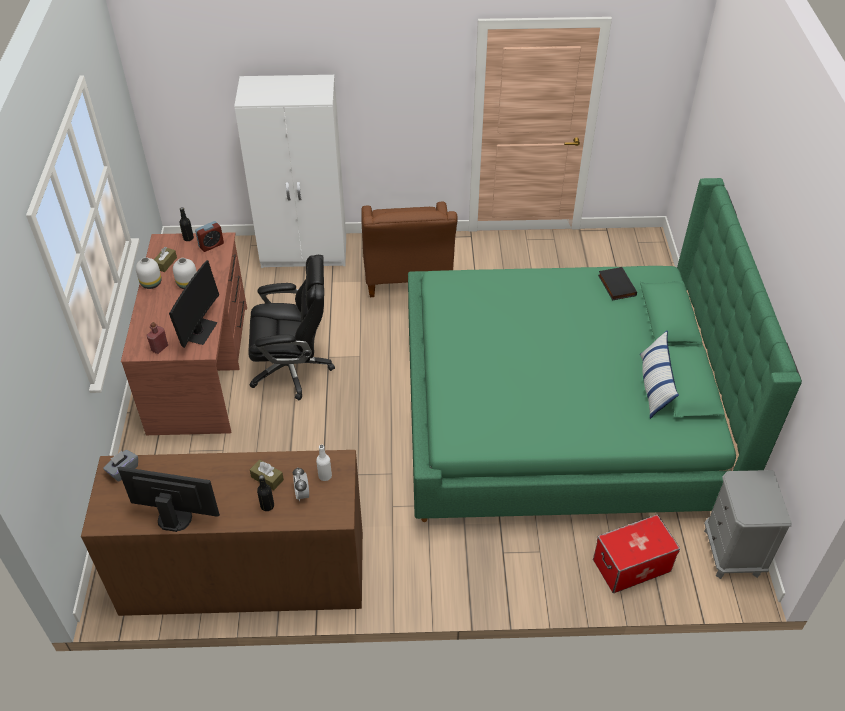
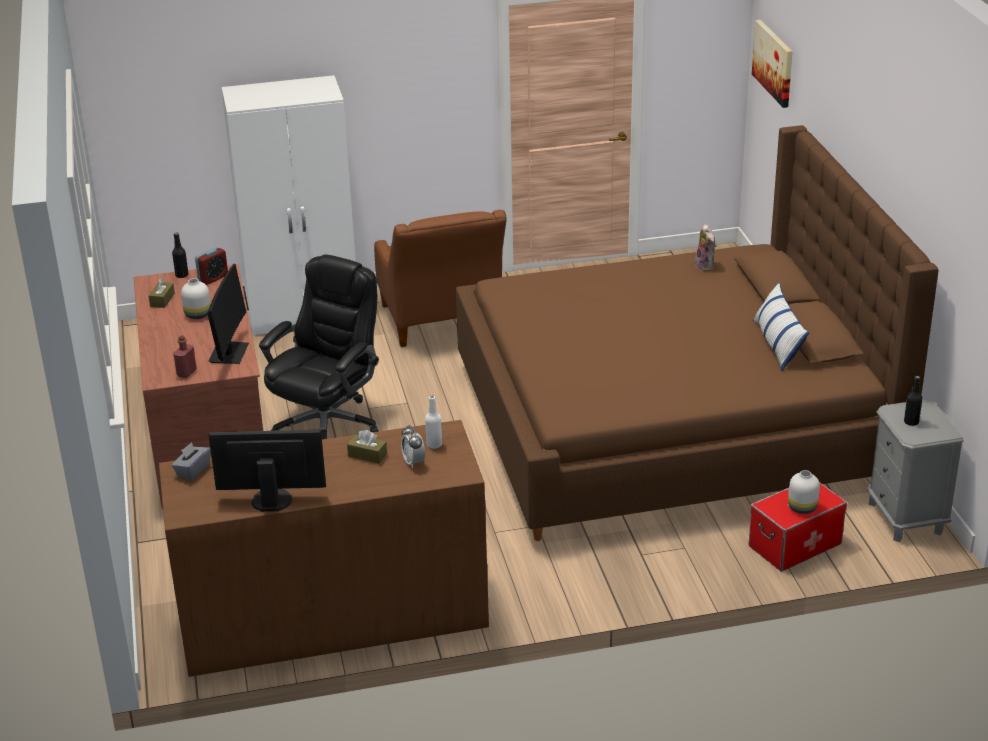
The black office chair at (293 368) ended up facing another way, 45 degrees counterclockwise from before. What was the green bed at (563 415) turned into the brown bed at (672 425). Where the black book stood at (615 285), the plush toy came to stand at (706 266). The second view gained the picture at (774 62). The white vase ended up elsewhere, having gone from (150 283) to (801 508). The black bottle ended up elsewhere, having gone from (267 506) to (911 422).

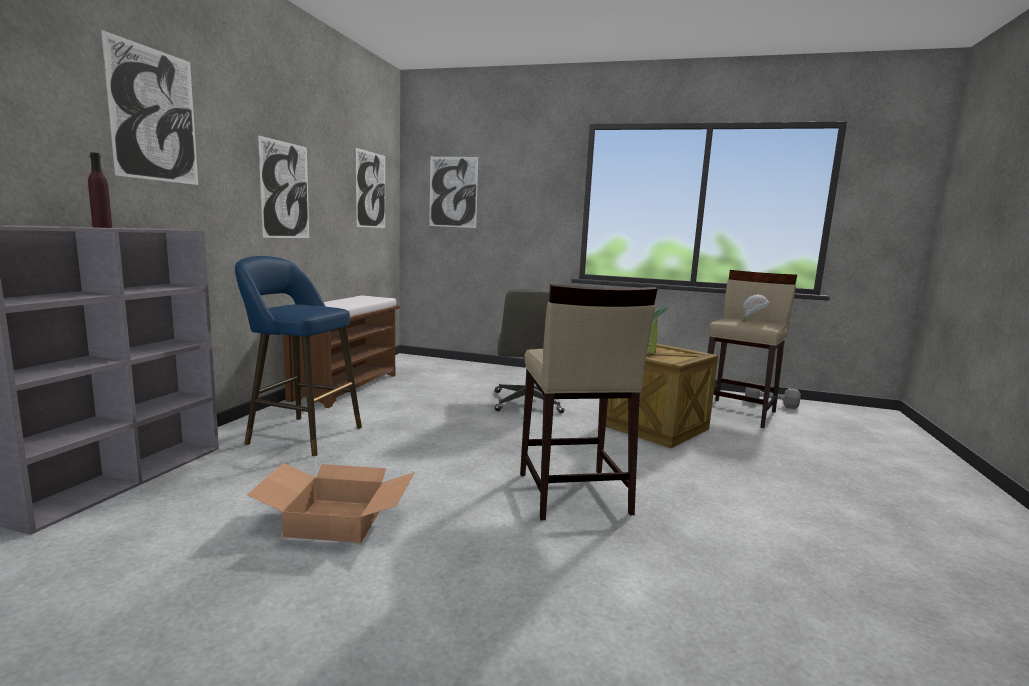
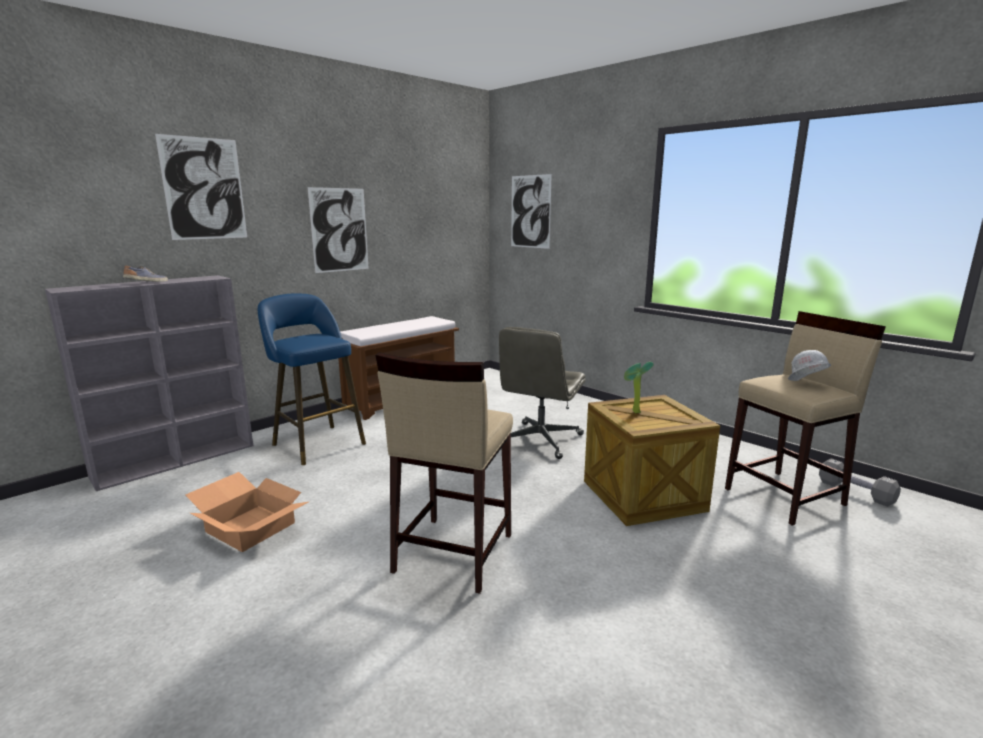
Where the purple bottle stood at (102 227), the shoe came to stand at (147 283). The second view lost the picture at (371 190).

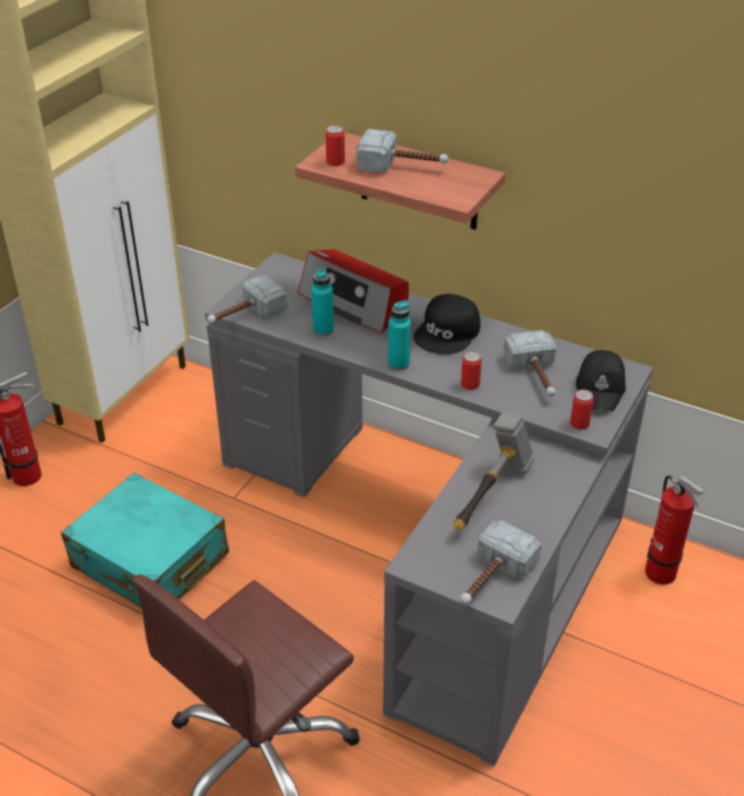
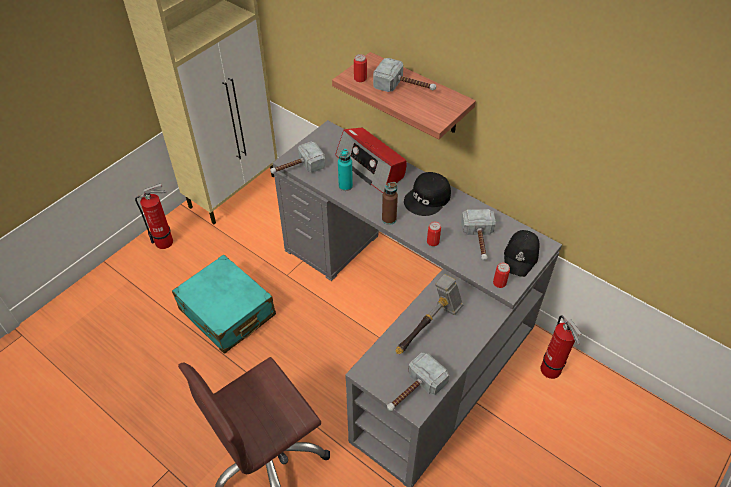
What was the turquoise bottle at (398 364) turned into the brown bottle at (389 219).

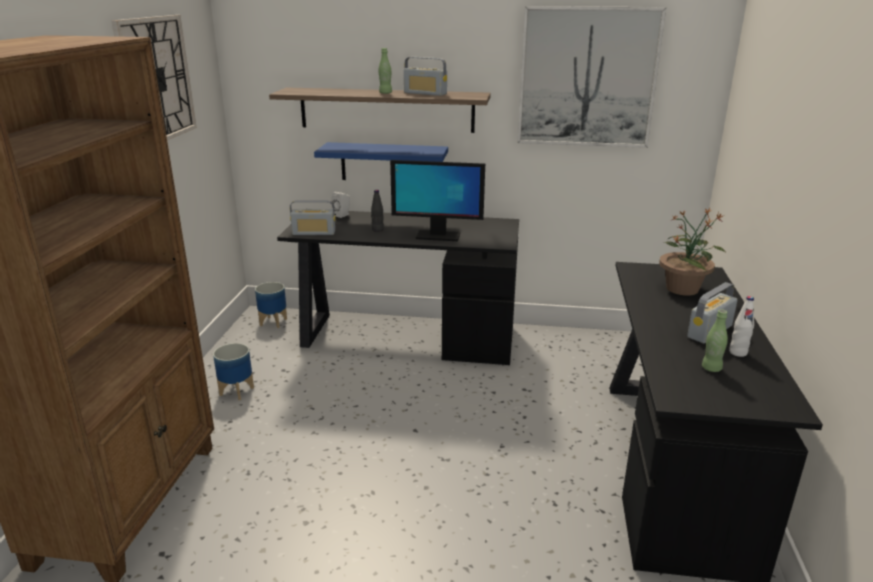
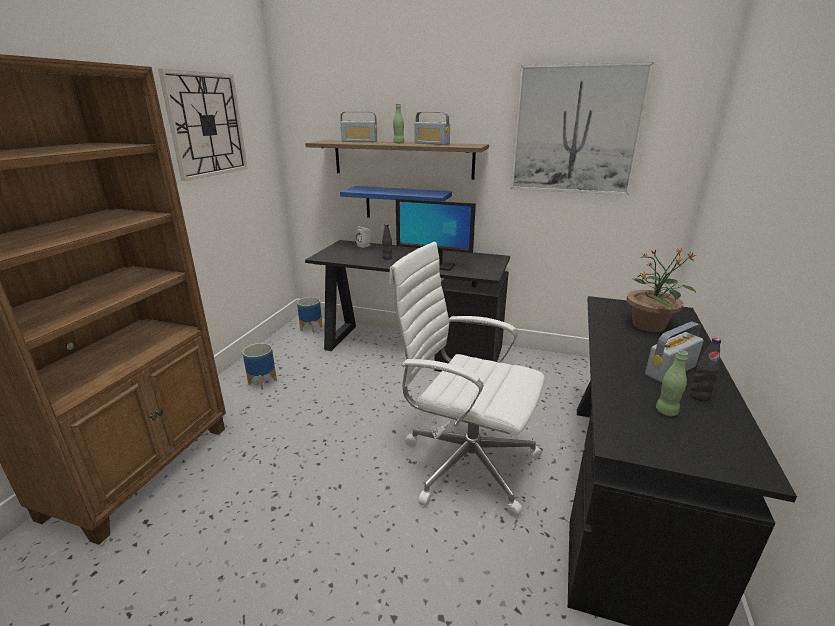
The radio ended up elsewhere, having gone from (314 233) to (359 141). The second view gained the white office chair at (465 462). What was the white bottle at (738 352) turned into the black bottle at (699 396).

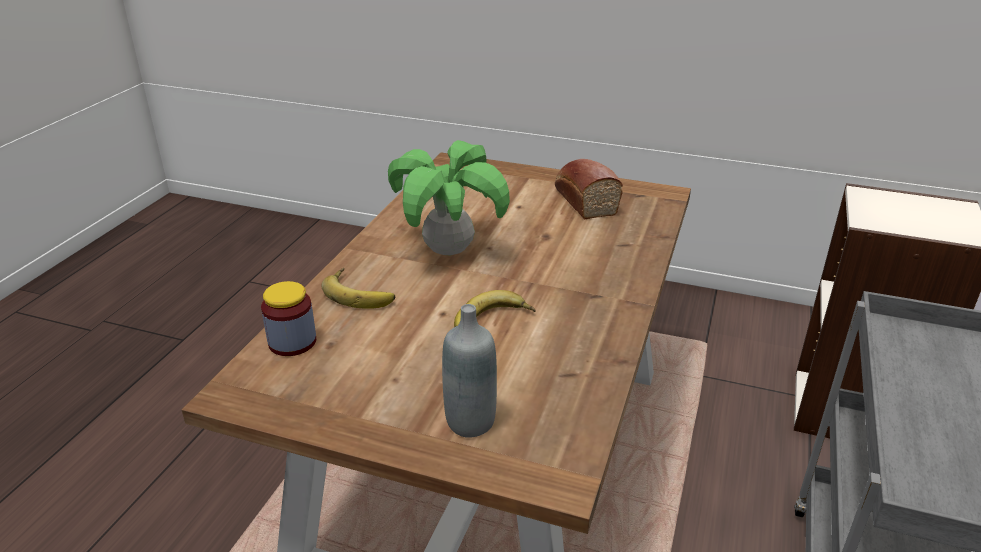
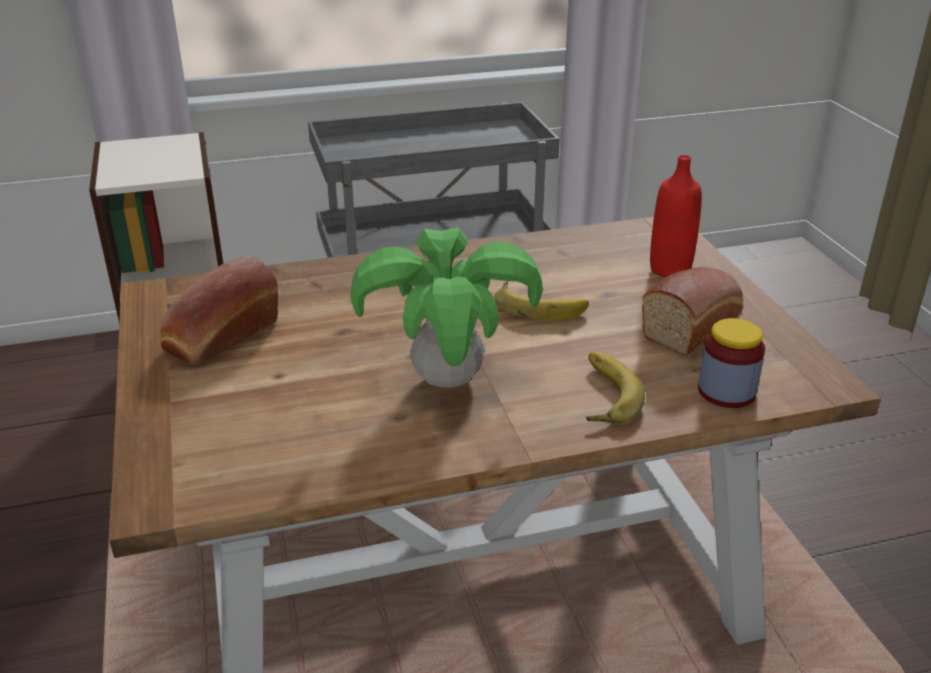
The second view gained the bread at (694 325). What was the grey bottle at (470 422) turned into the red bottle at (670 269).

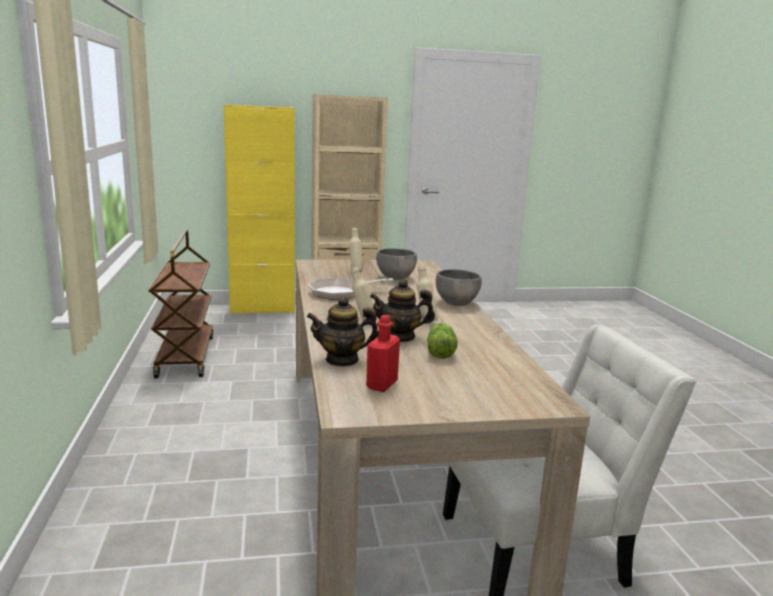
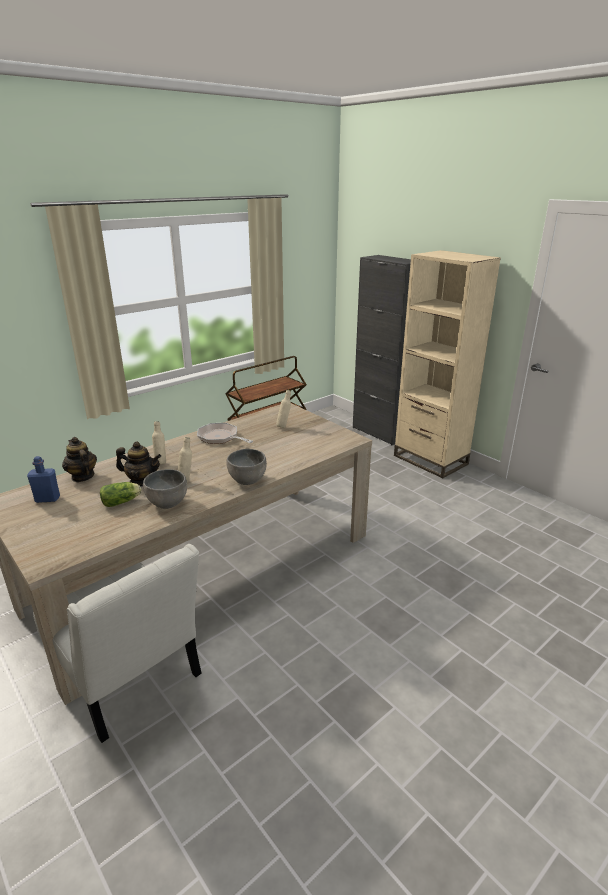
What was the red bottle at (382 385) turned into the blue bottle at (47 499). The teapot at (400 336) ended up facing another way, 135 degrees clockwise from before. The grey bowl ended up elsewhere, having gone from (396 277) to (167 503). What was the yellow cabinet at (262 309) turned into the black cabinet at (379 433).

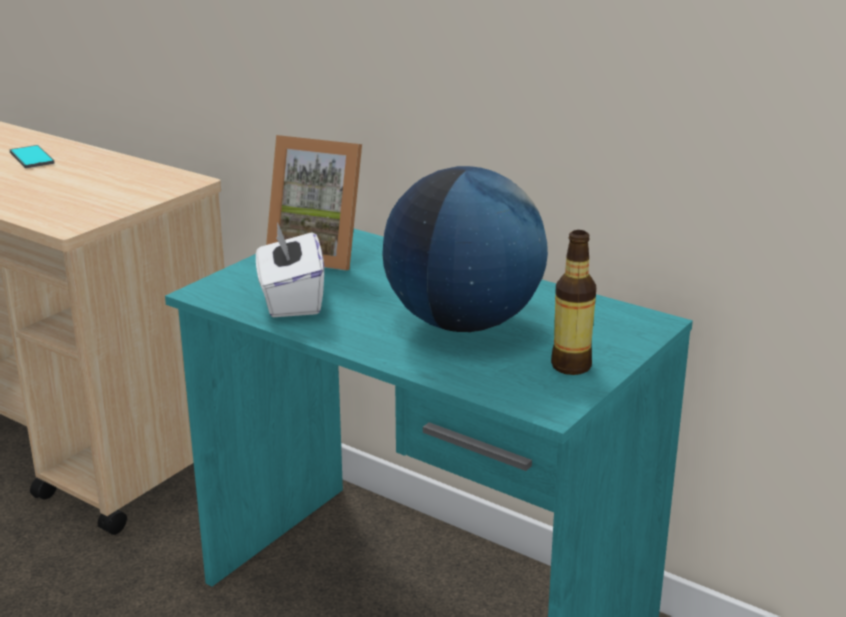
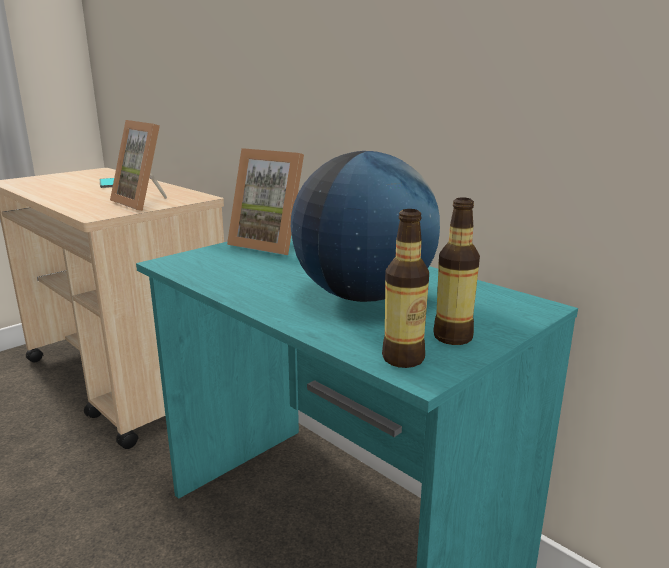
The second view gained the picture frame at (146 203). The second view gained the bottle at (403 358). The second view lost the white tissue box at (291 300).

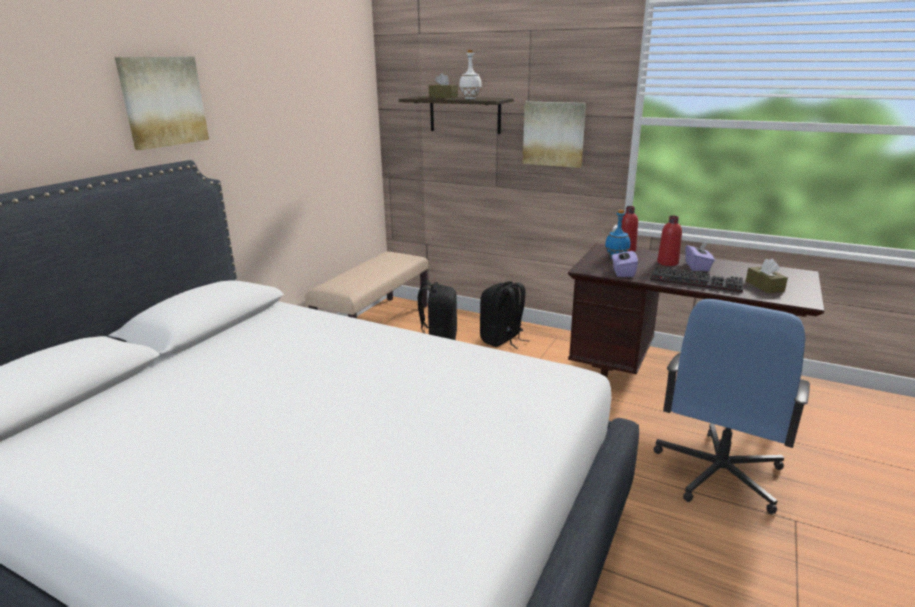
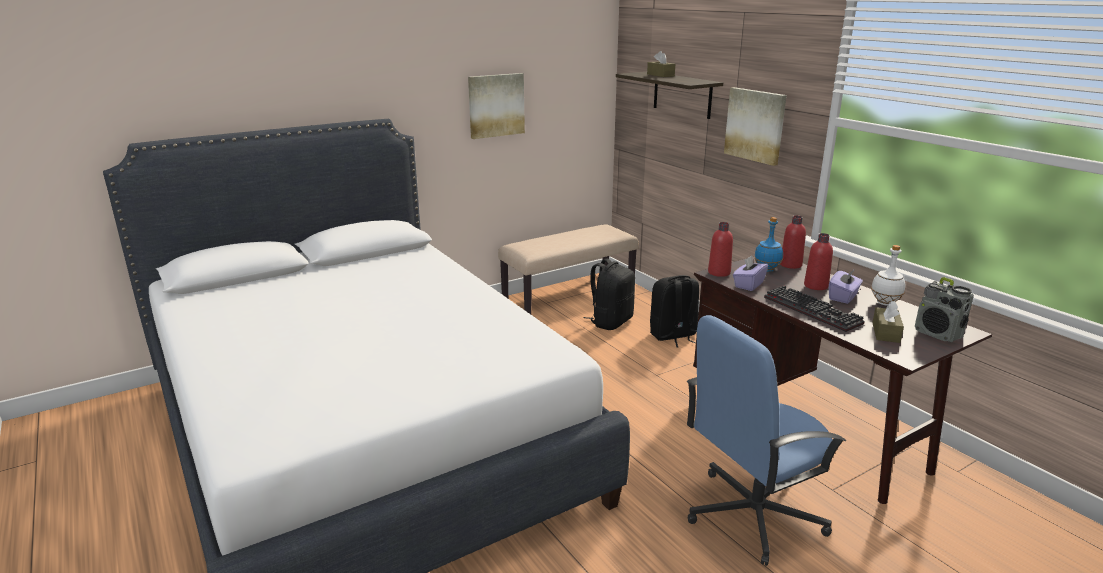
The picture ended up elsewhere, having gone from (163 101) to (496 105). The second view gained the red bottle at (719 272). The white bottle ended up elsewhere, having gone from (470 98) to (884 303). The second view gained the radio at (938 334).

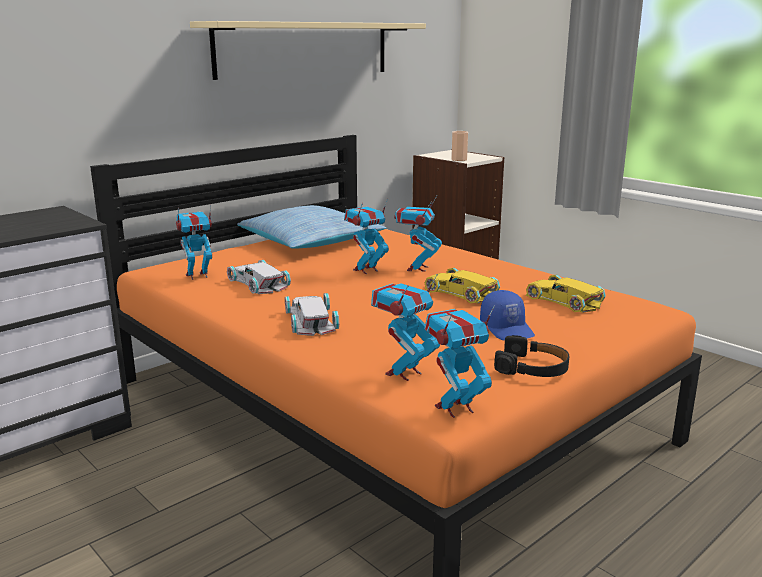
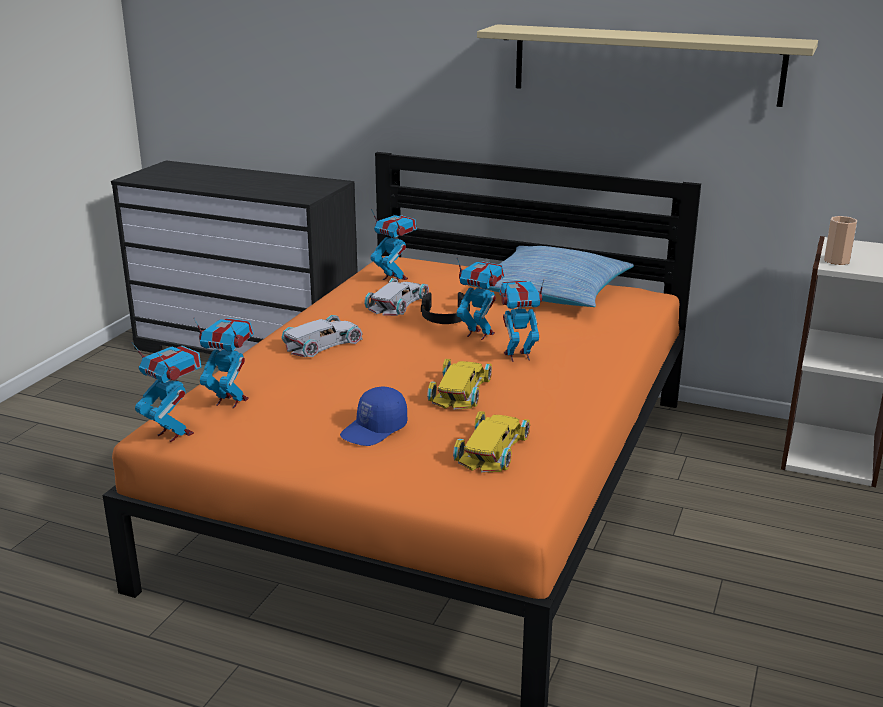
The black headphones ended up elsewhere, having gone from (532 368) to (445 317).

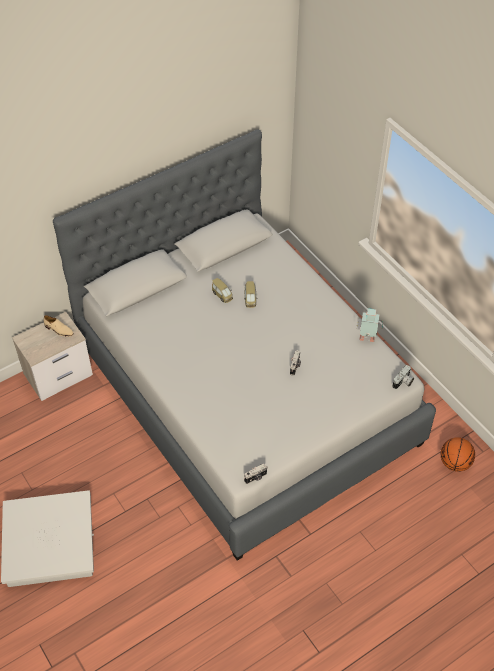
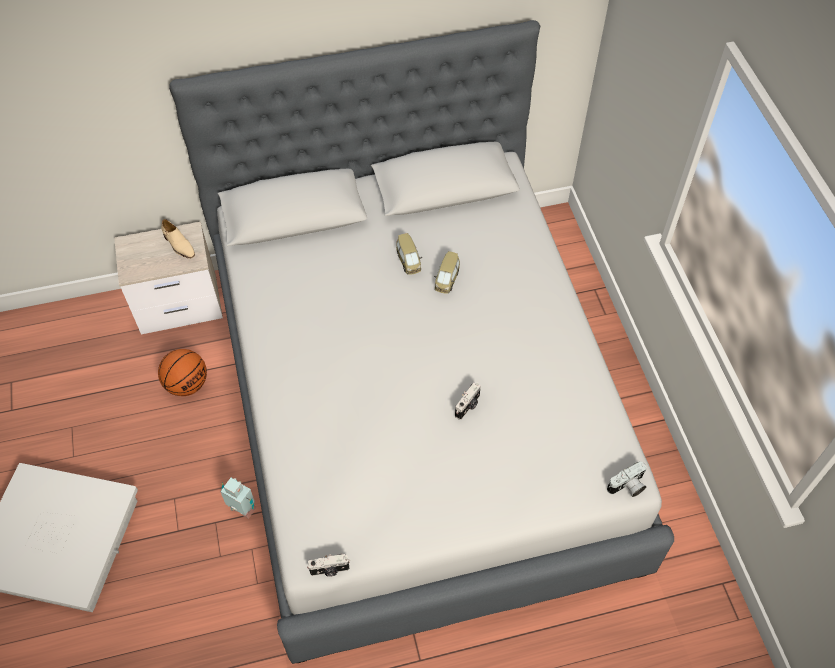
The basketball ended up elsewhere, having gone from (454 463) to (187 384). The toy robot ended up elsewhere, having gone from (367 339) to (243 510).

